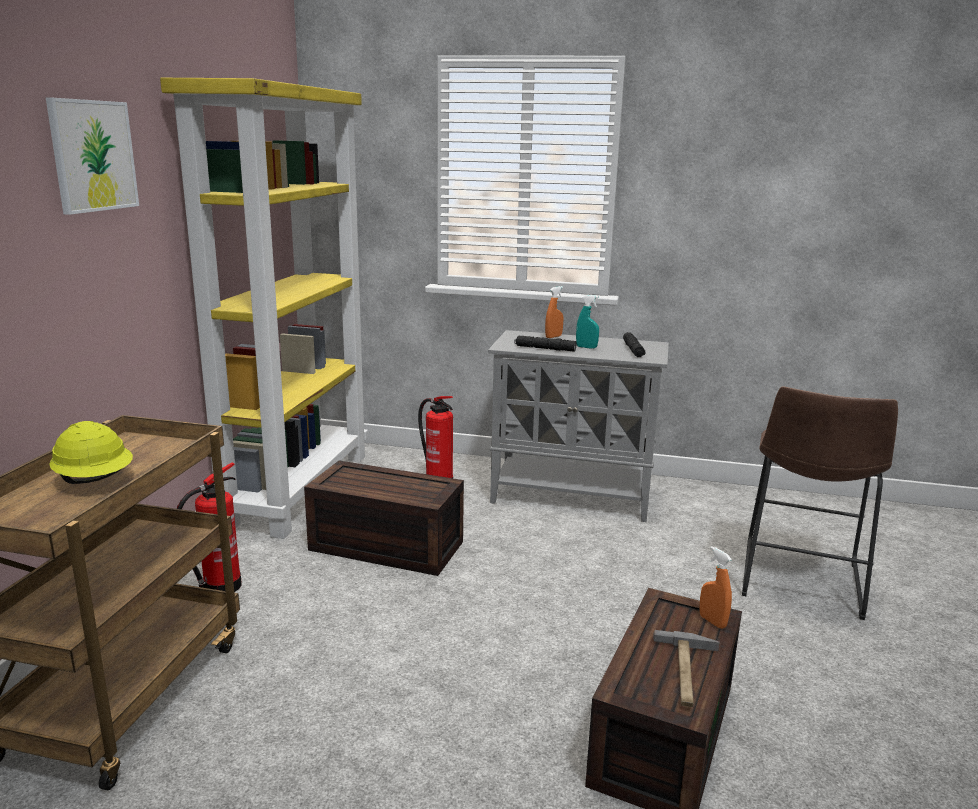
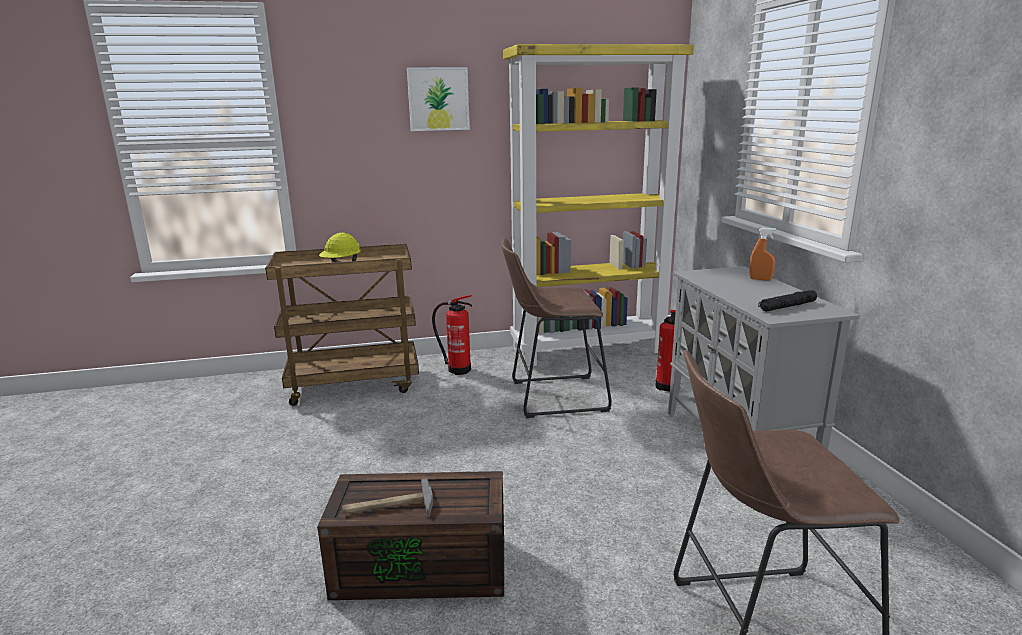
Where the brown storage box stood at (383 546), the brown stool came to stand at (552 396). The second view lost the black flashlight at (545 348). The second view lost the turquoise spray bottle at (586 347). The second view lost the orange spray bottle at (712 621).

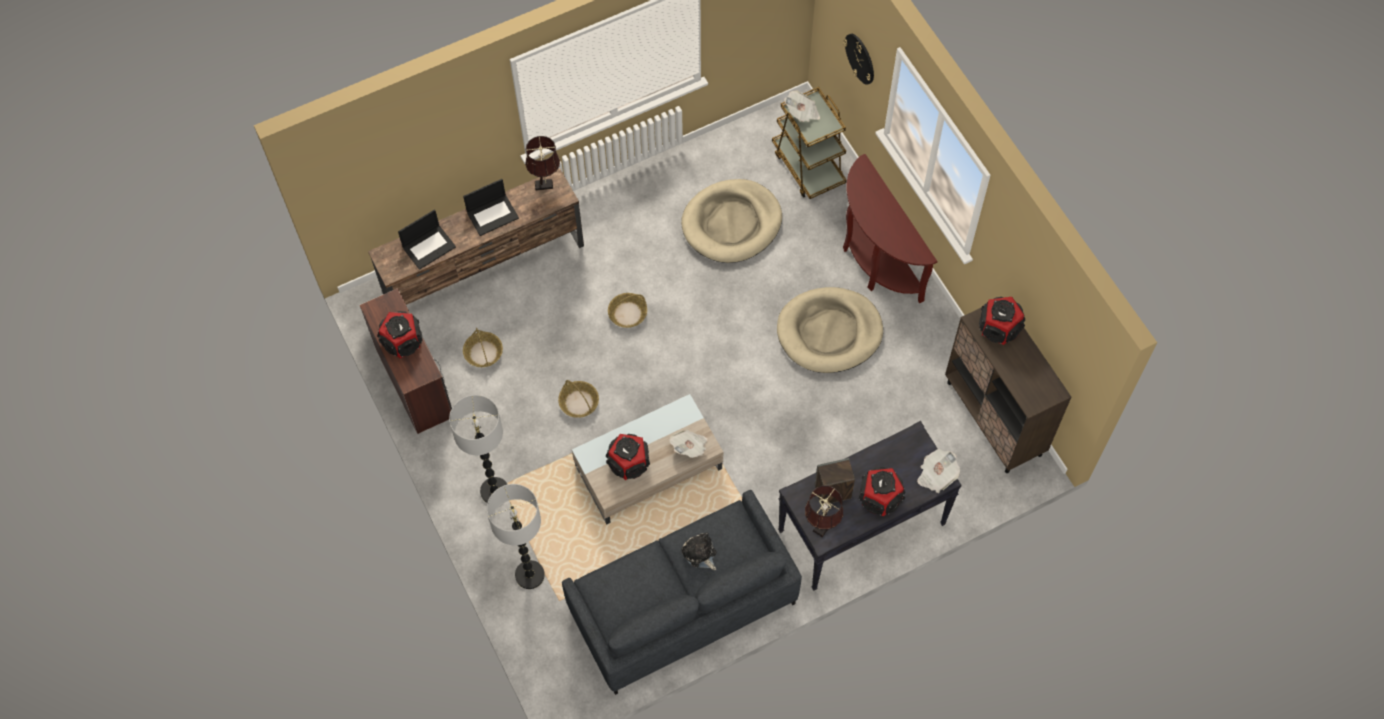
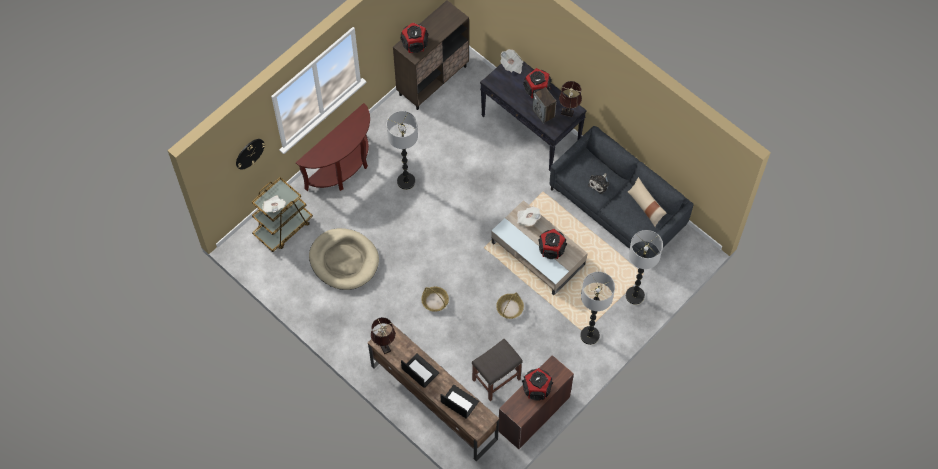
Where the beige dog bed stood at (829 332), the floor lamp came to stand at (406 181). Where the basket stood at (483 353), the grey stool came to stand at (496 379). The second view gained the beige pillow at (645 207).

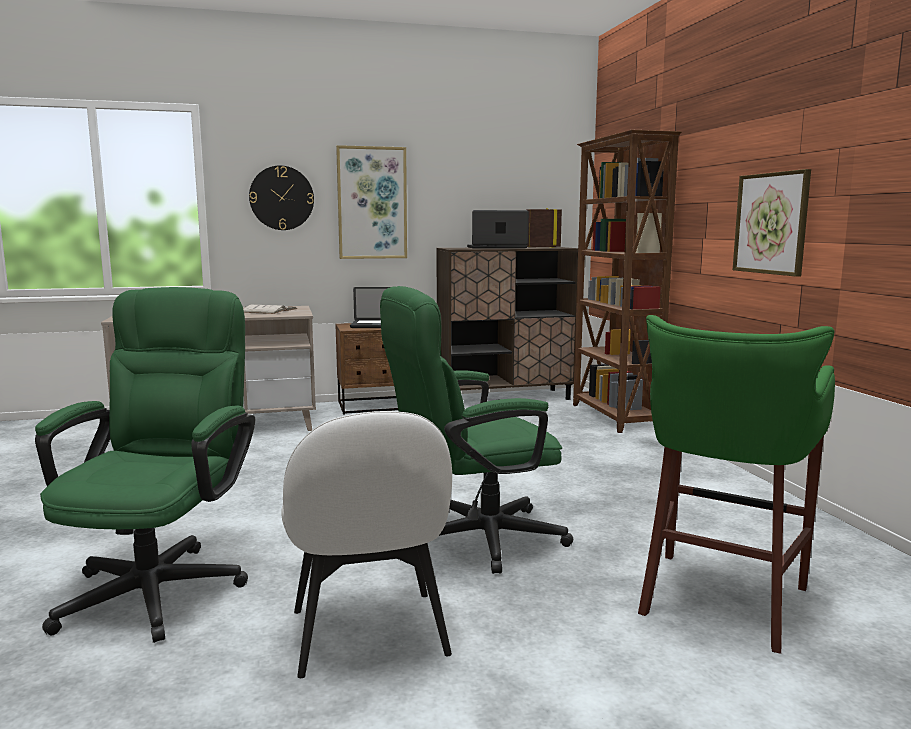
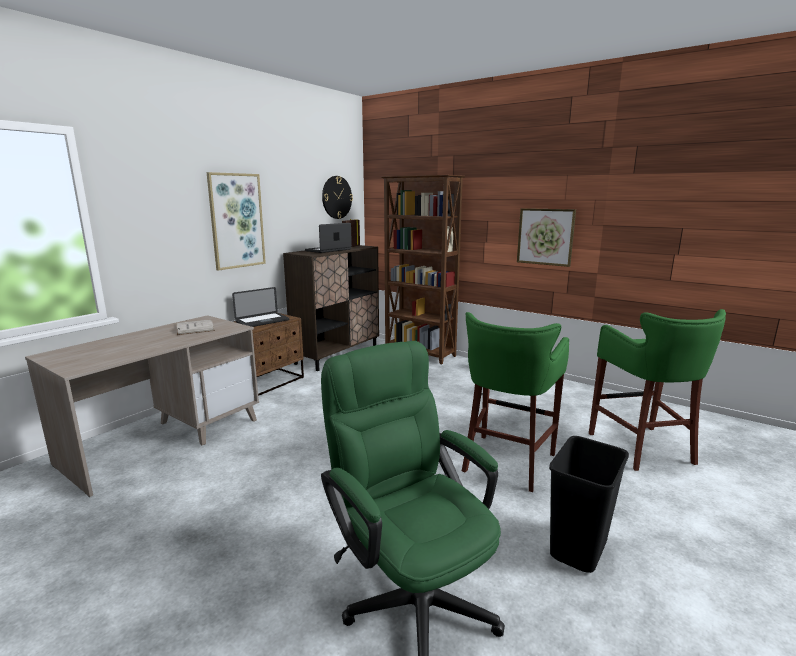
The wall clock ended up elsewhere, having gone from (281 198) to (336 197). Where the green office chair stood at (472 540), the green stool came to stand at (506 463). Where the white chair stood at (369 635), the black trash can came to stand at (579 550).

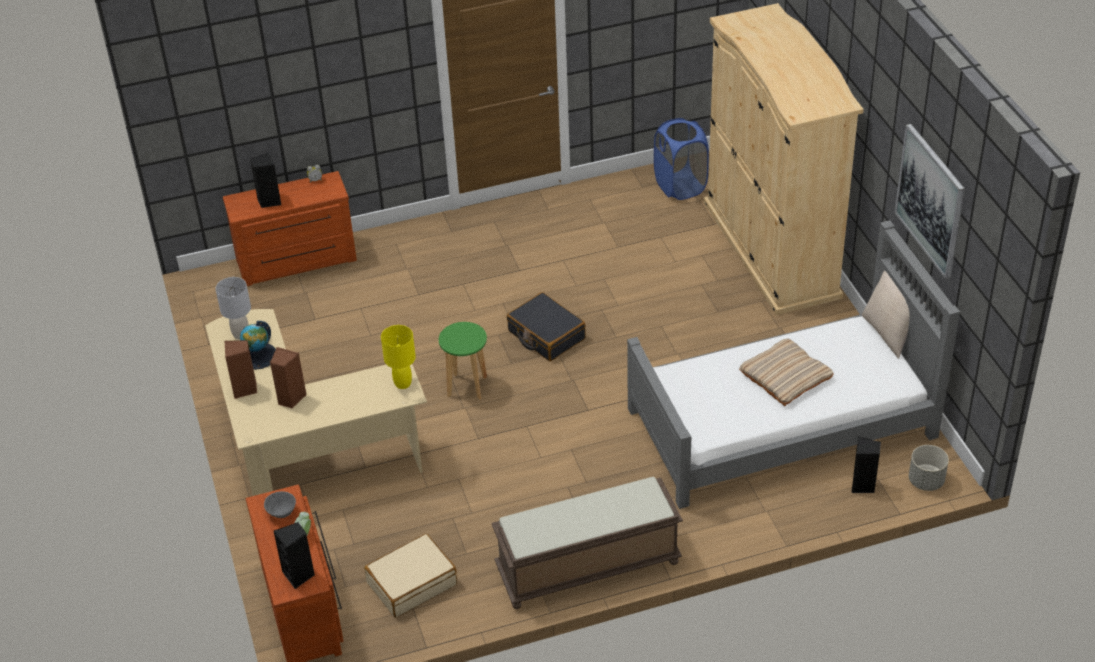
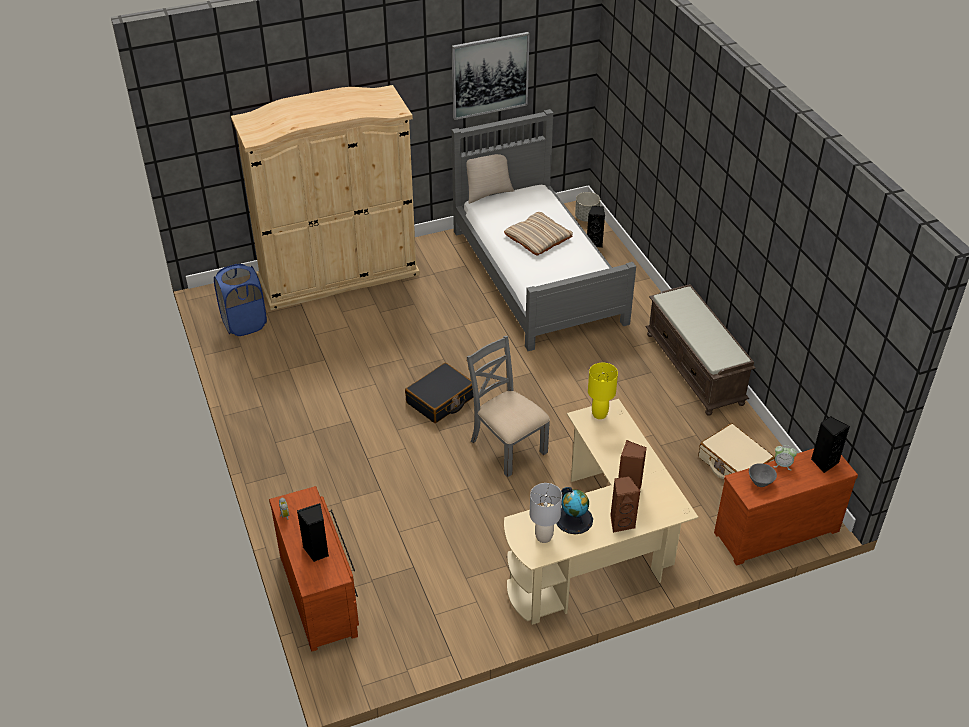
Where the green stool stood at (467 387), the grey chair came to stand at (507 446).

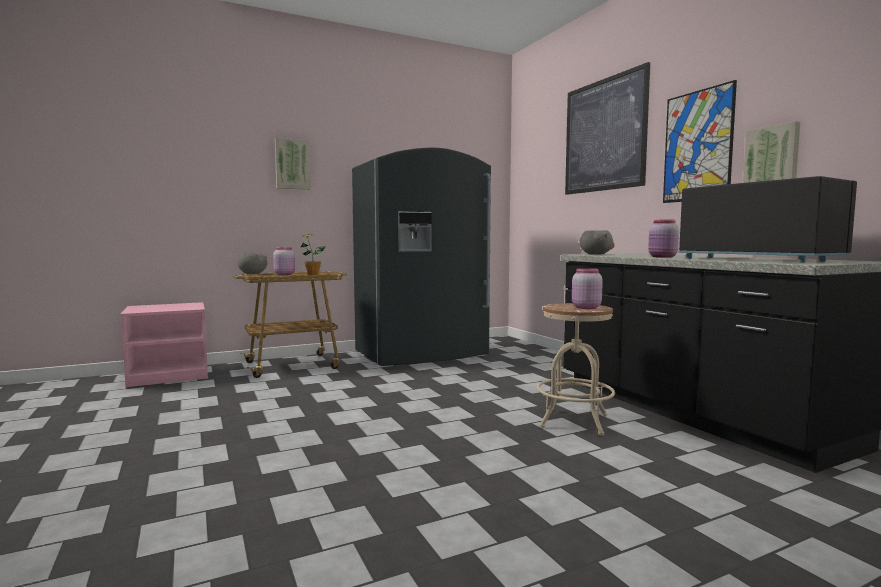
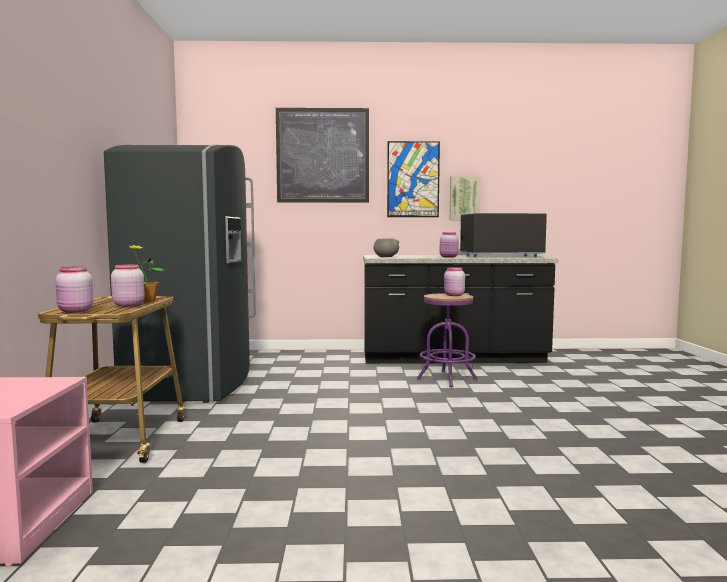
Where the grey bowl stood at (252 274), the pink jar came to stand at (75 311). What was the beige stool at (574 421) turned into the purple stool at (447 379). The second view lost the picture at (292 164).

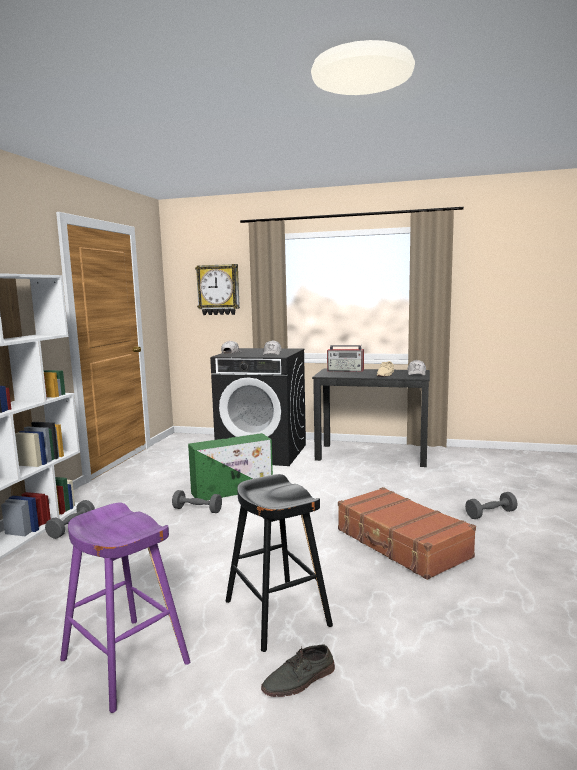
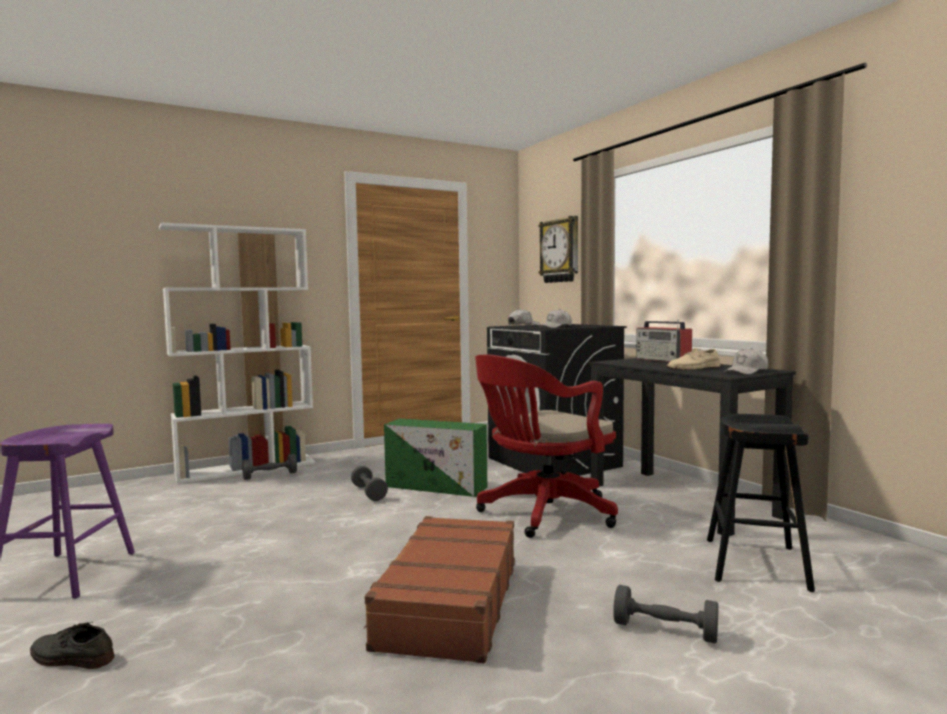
The second view gained the red office chair at (542 514). The black stool ended up elsewhere, having gone from (277 613) to (755 564).

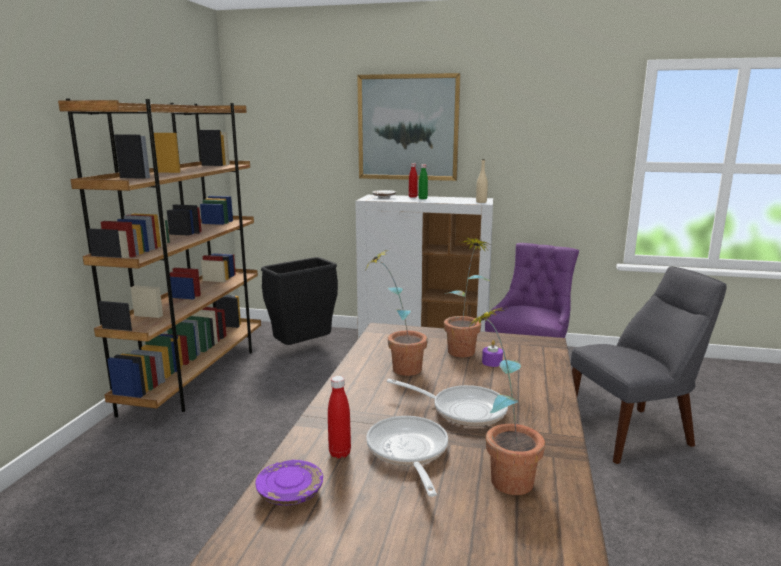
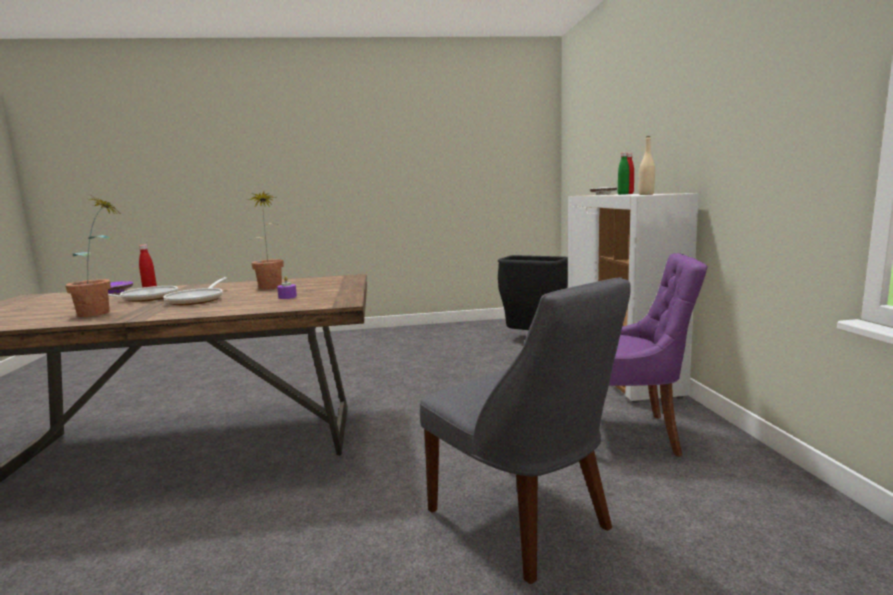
The second view lost the brown bookcase at (197 376). The second view lost the picture at (408 128). The second view lost the potted plant at (465 348).

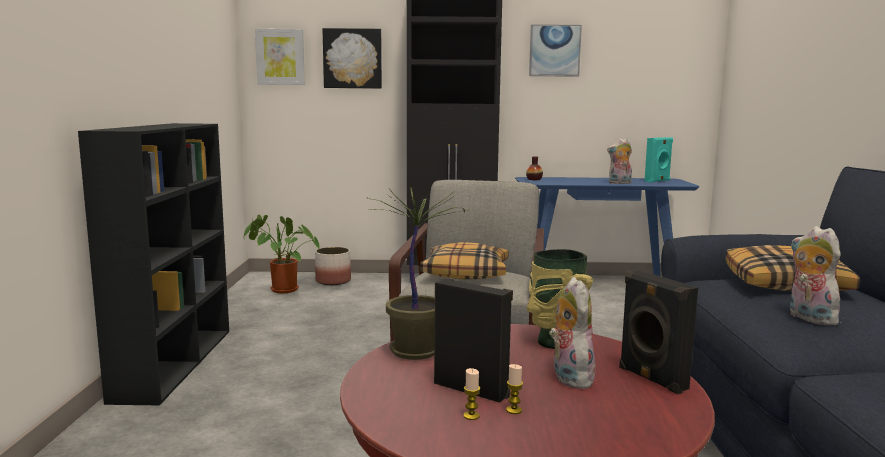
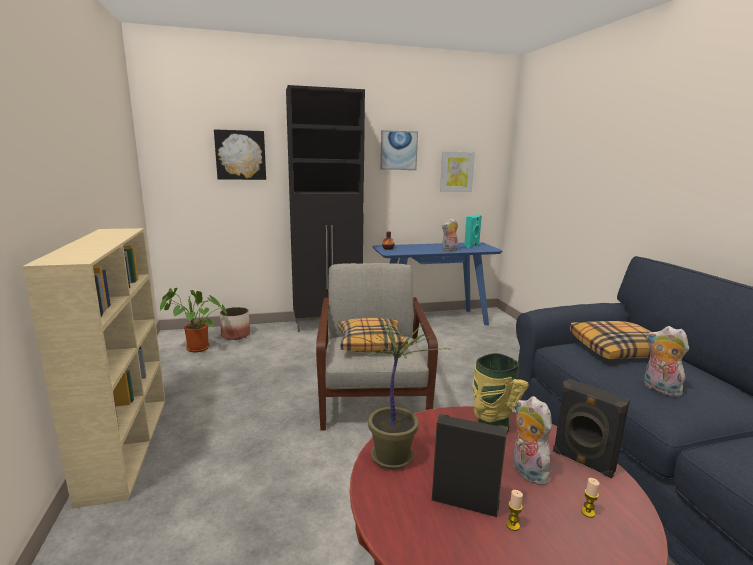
What was the black bookcase at (175 362) turned into the beige bookcase at (127 444). The picture ended up elsewhere, having gone from (280 57) to (456 172). The candle ended up elsewhere, having gone from (471 416) to (587 512).

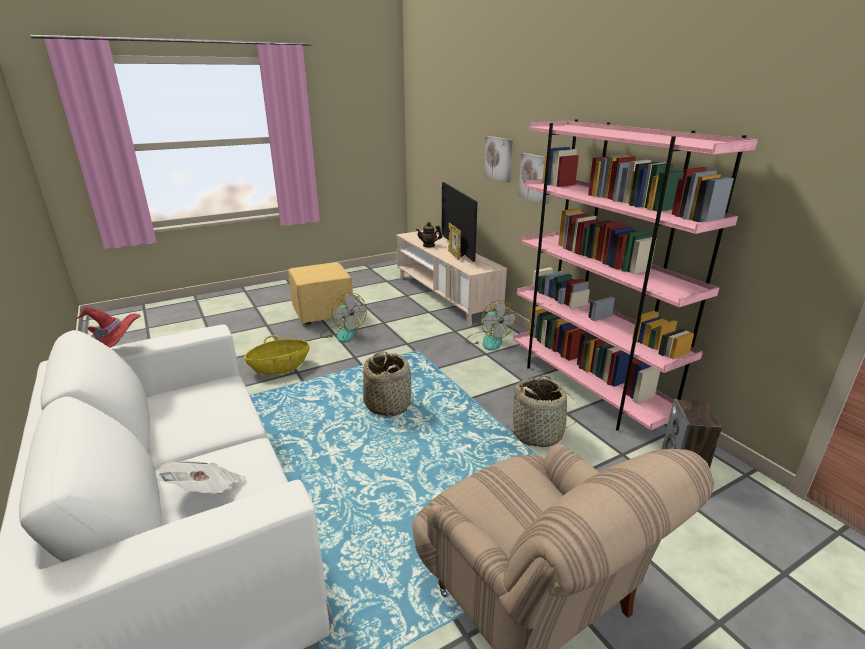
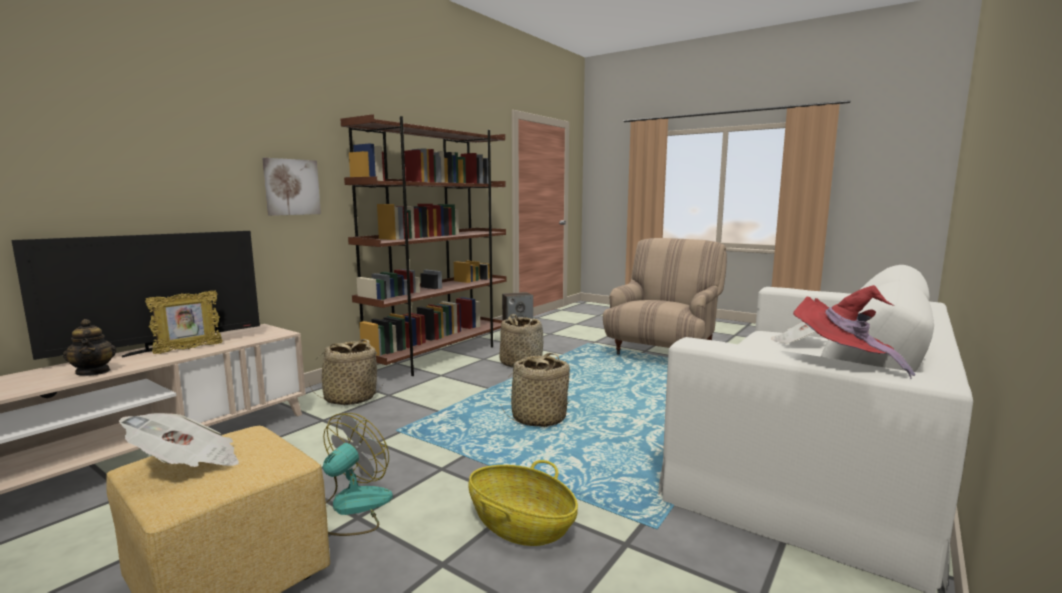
The second view gained the newspaper at (188 465). Where the fan stood at (488 340), the basket came to stand at (350 398). What was the pink bookcase at (587 389) turned into the brown bookcase at (439 356). The second view lost the picture at (499 158).

